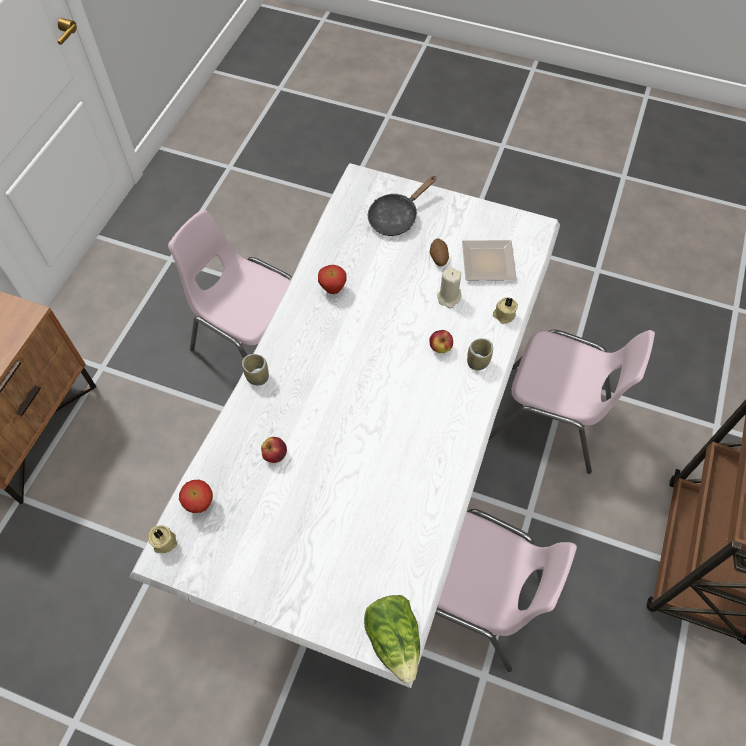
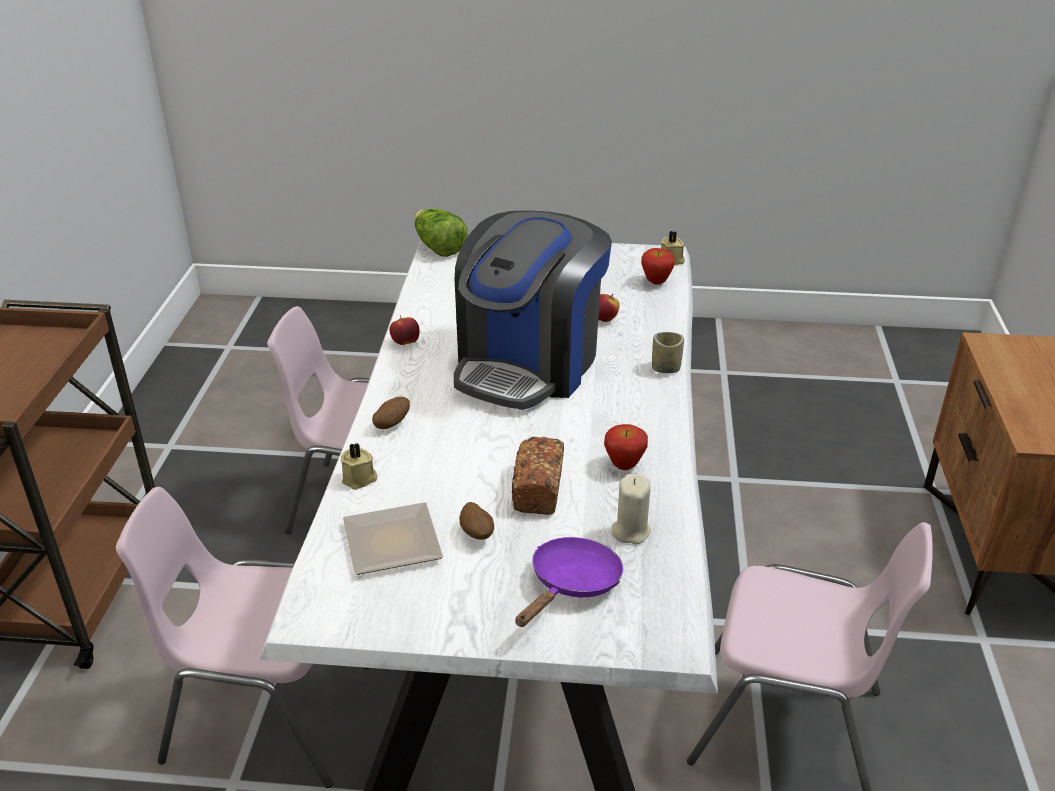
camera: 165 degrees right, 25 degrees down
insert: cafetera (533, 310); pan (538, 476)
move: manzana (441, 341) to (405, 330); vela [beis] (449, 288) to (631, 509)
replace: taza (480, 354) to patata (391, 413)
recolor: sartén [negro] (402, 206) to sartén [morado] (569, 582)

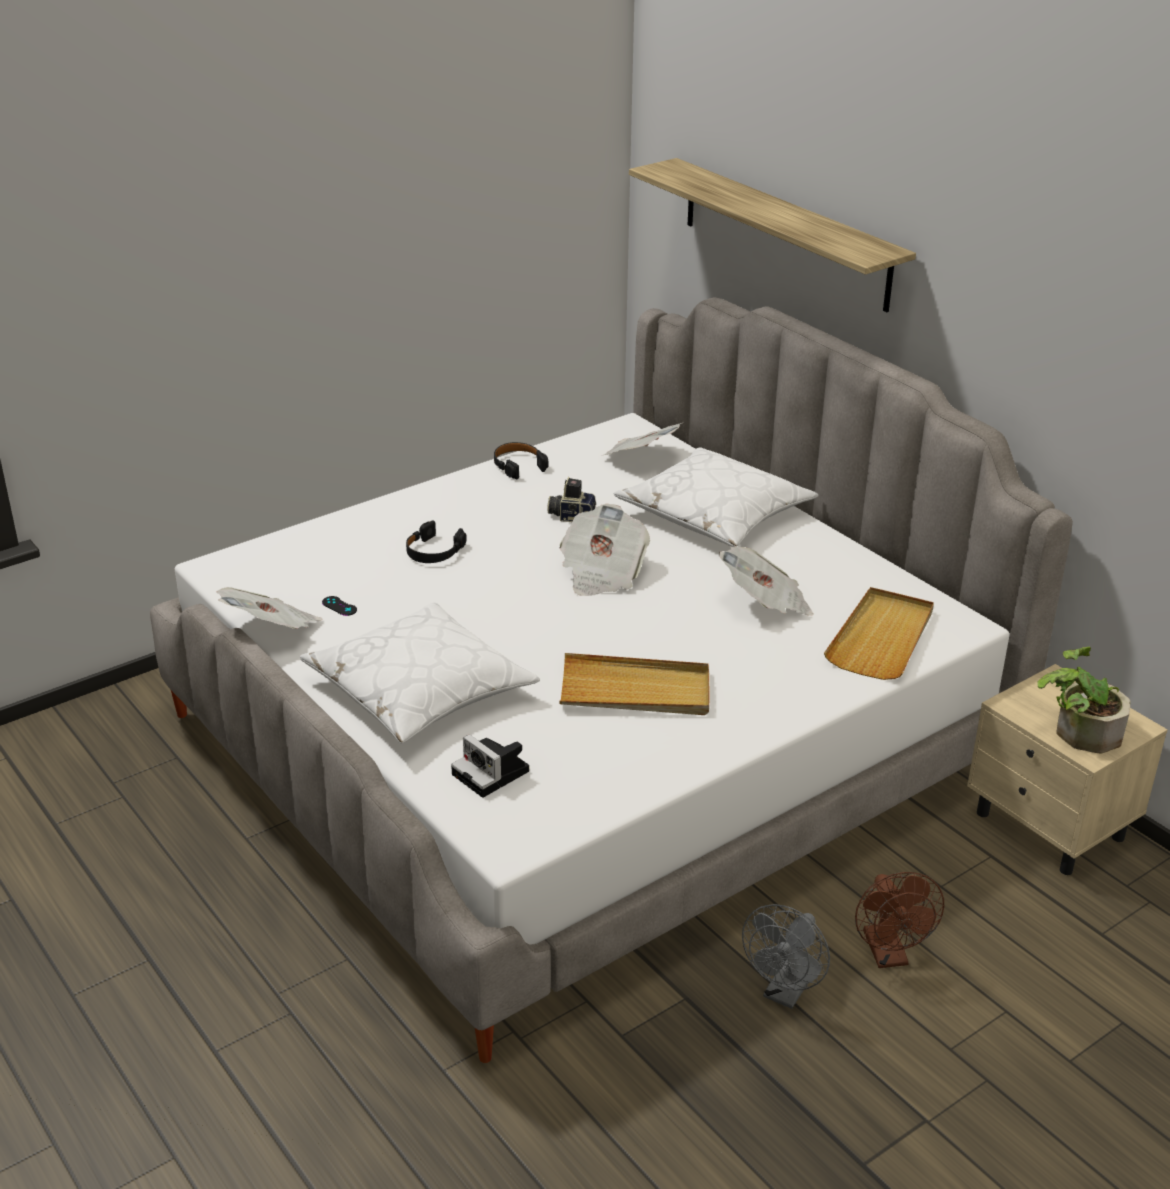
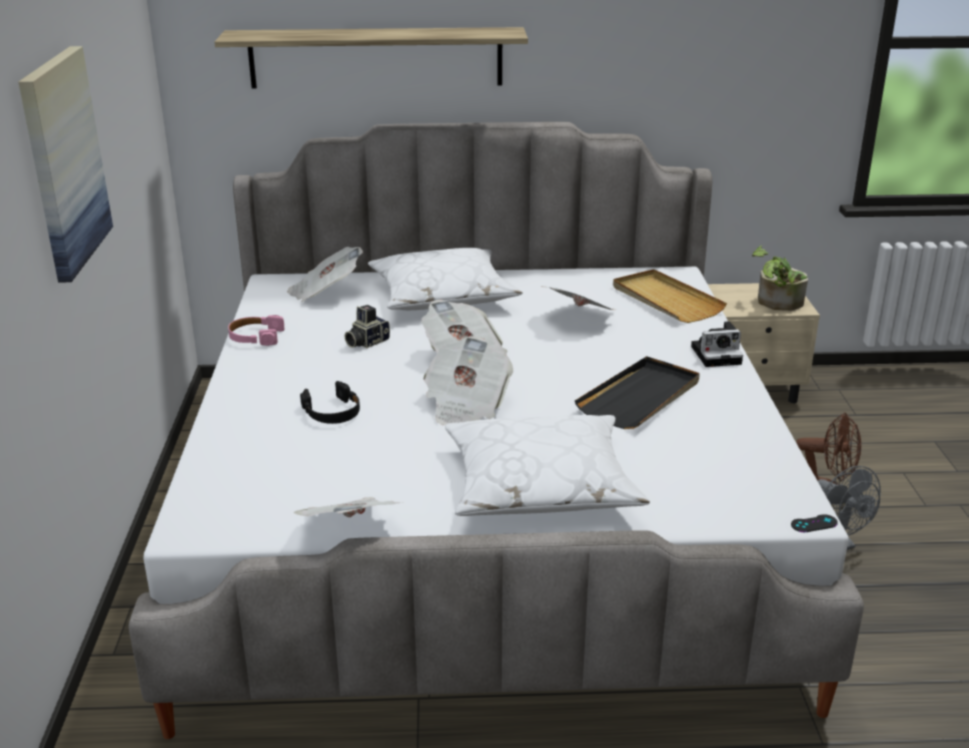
camera: 55 degrees left, 5 degrees down
insert: cuadro (65, 164); periódico (468, 380)
move: mando de consola [negro] (339, 606) to (814, 523); cámara (490, 766) to (717, 344)
recolor: auriculares [negro] (521, 460) to auriculares [rosa] (256, 330); bandeja [beis] (634, 684) to bandeja [negro] (637, 392)

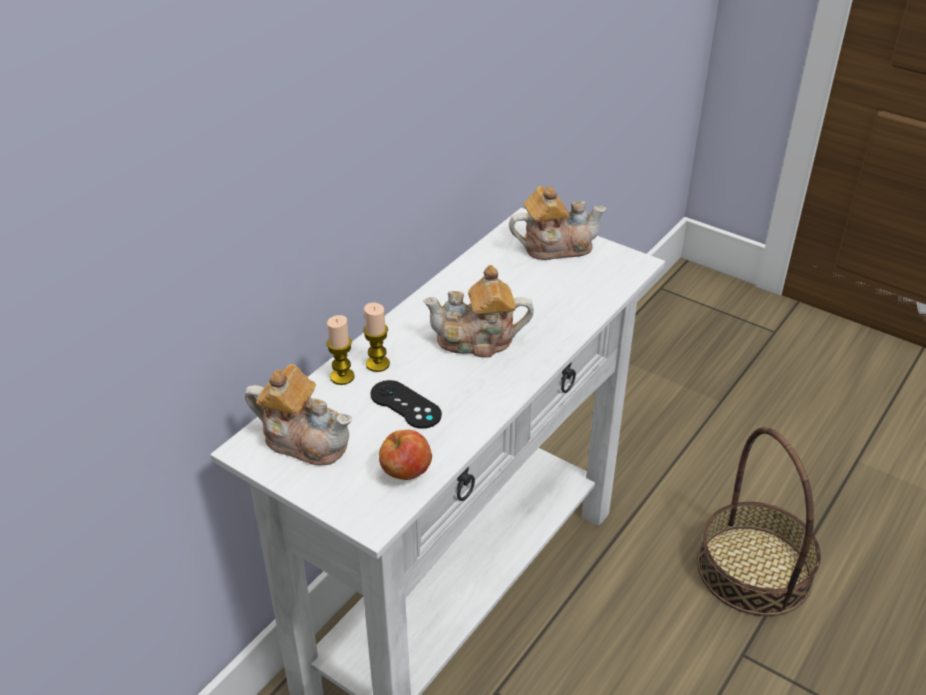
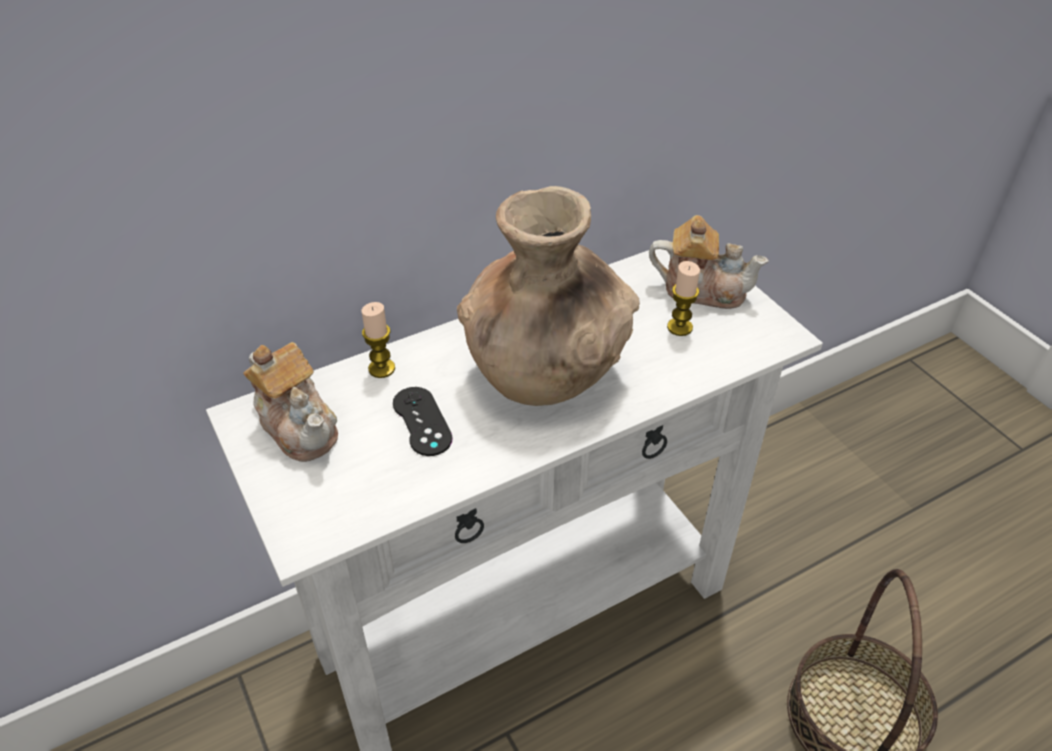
camera: 25 degrees right, 5 degrees up
delete: manzana (405, 454)
move: vela (376, 337) to (683, 298)
replace: tetera (478, 311) to florero [marrón] (548, 296)

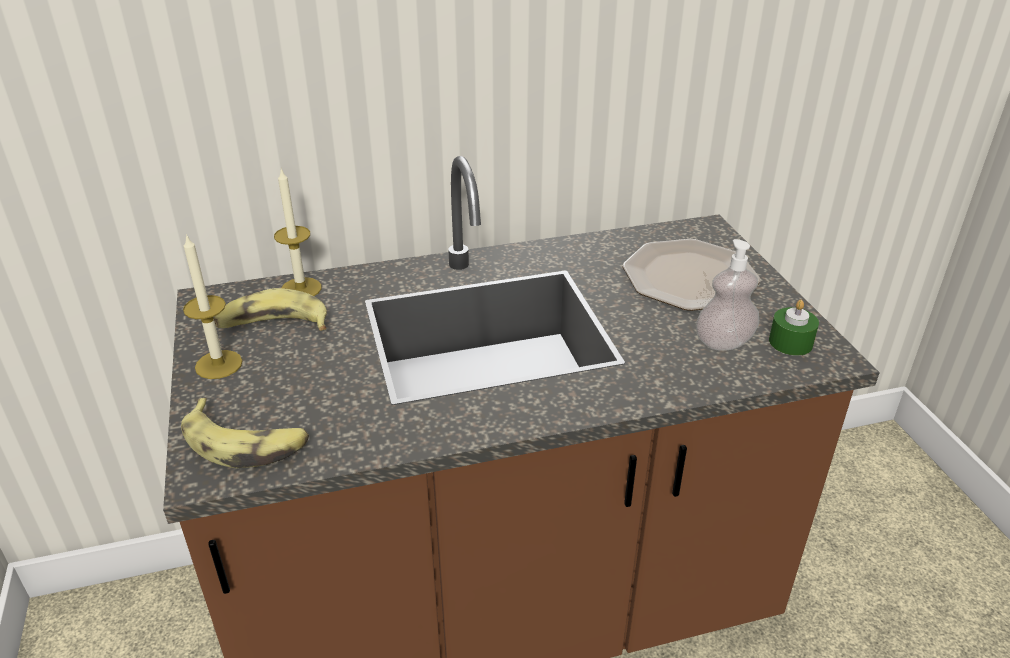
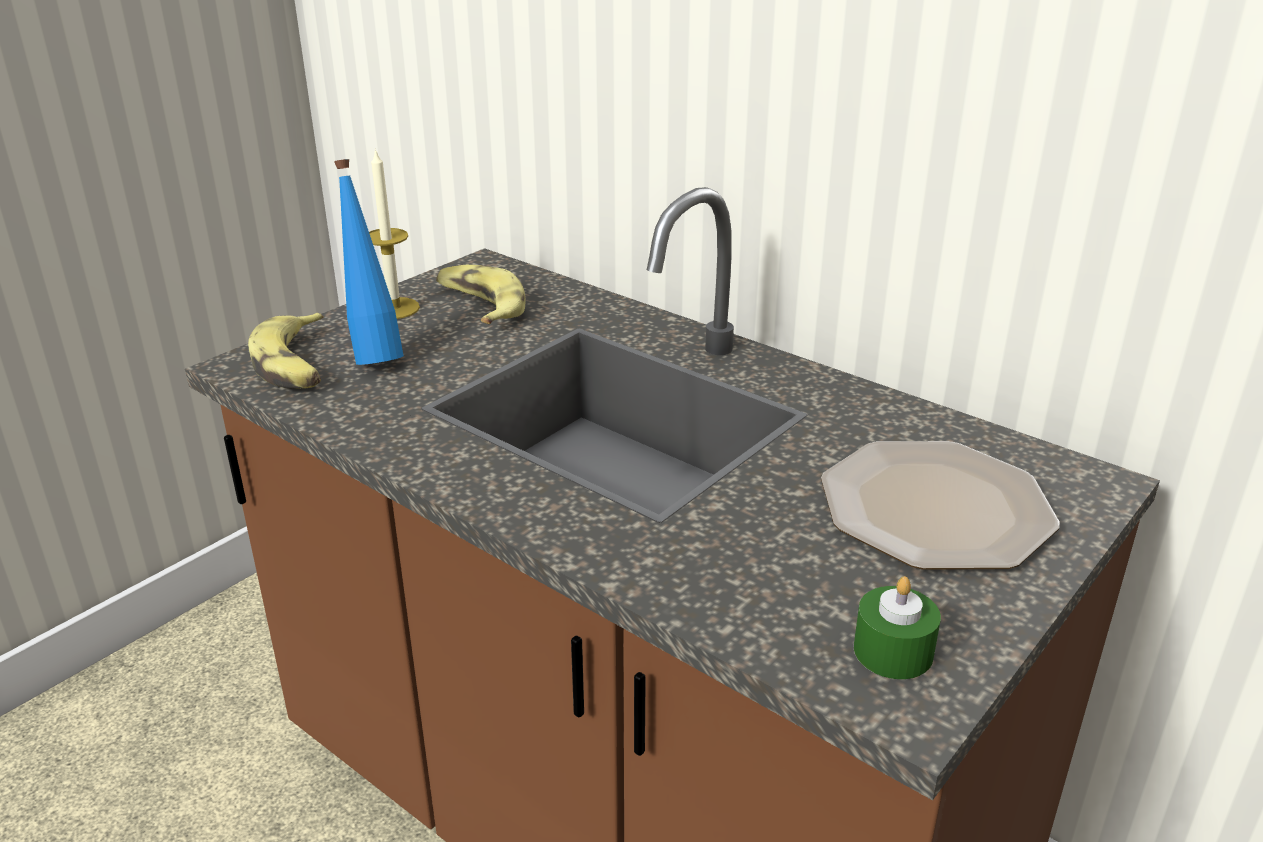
camera: 55 degrees right, 5 degrees down
delete: vela (297, 232); dispensador de jabón (727, 295)
insert: botella [azul] (369, 262)

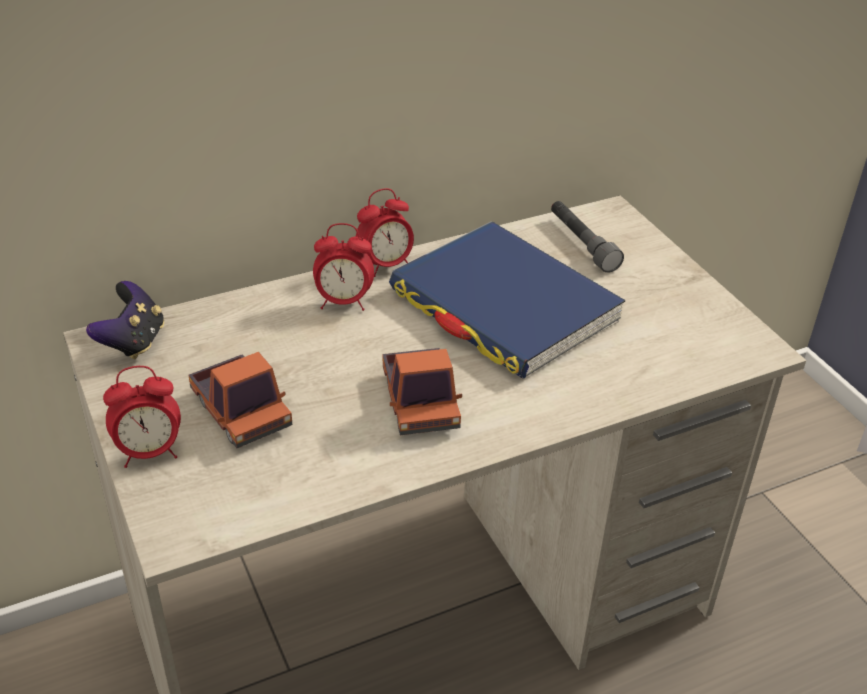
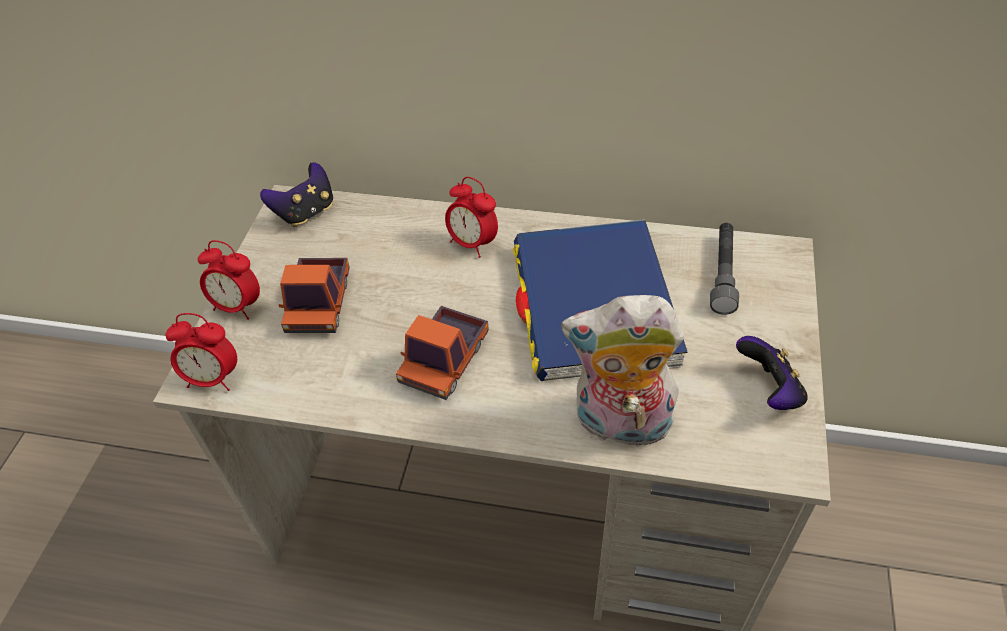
camera: 40 degrees right, 10 degrees up
insert: peluche (622, 374); mando de consola (772, 373)
move: despertador (385, 232) to (201, 352)

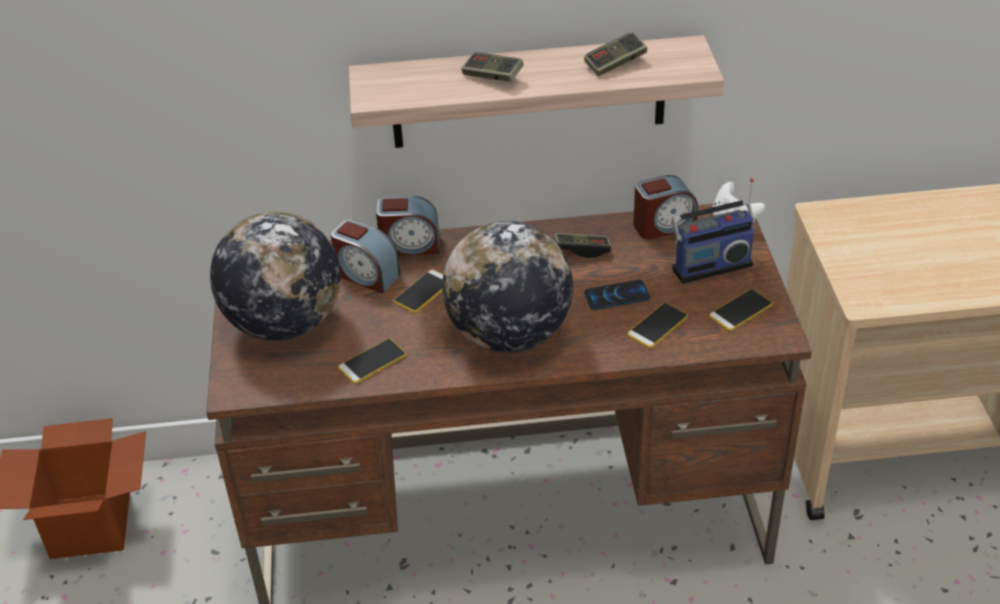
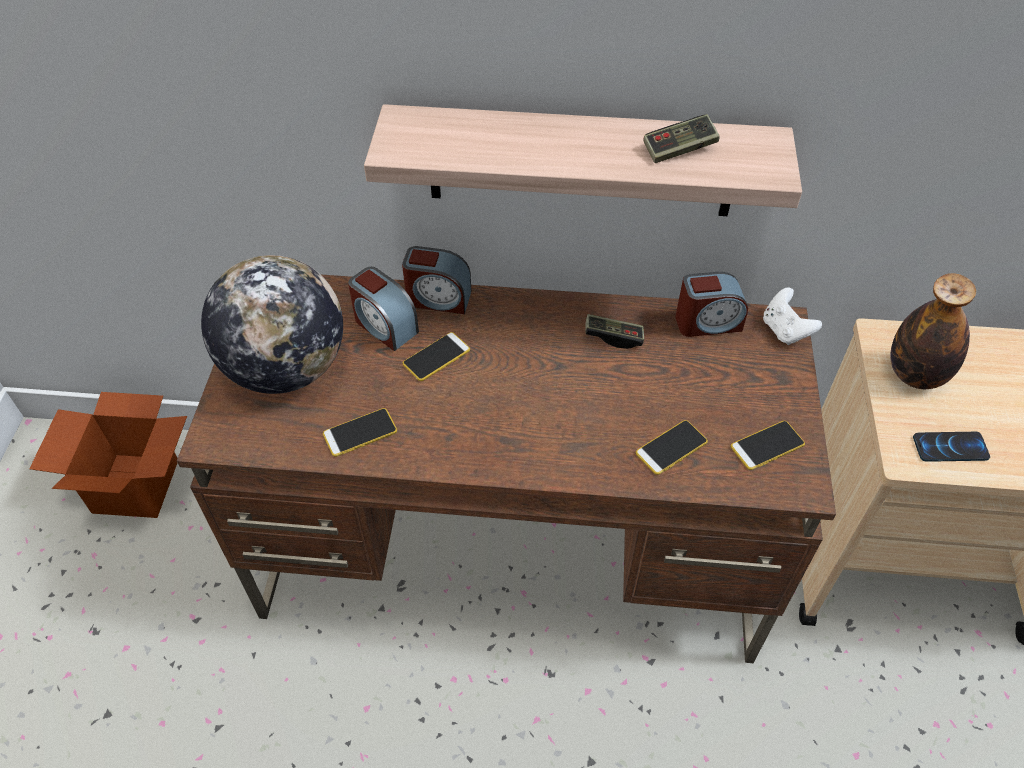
camera: 10 degrees right, 10 degrees up
delete: globo terráqueo (507, 286); mando de consola (492, 67); radio (713, 231)
insert: botella (933, 331)
move: móvil (617, 295) to (951, 447)

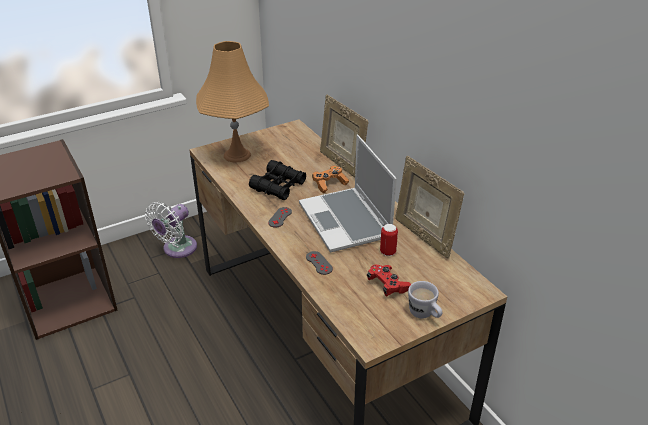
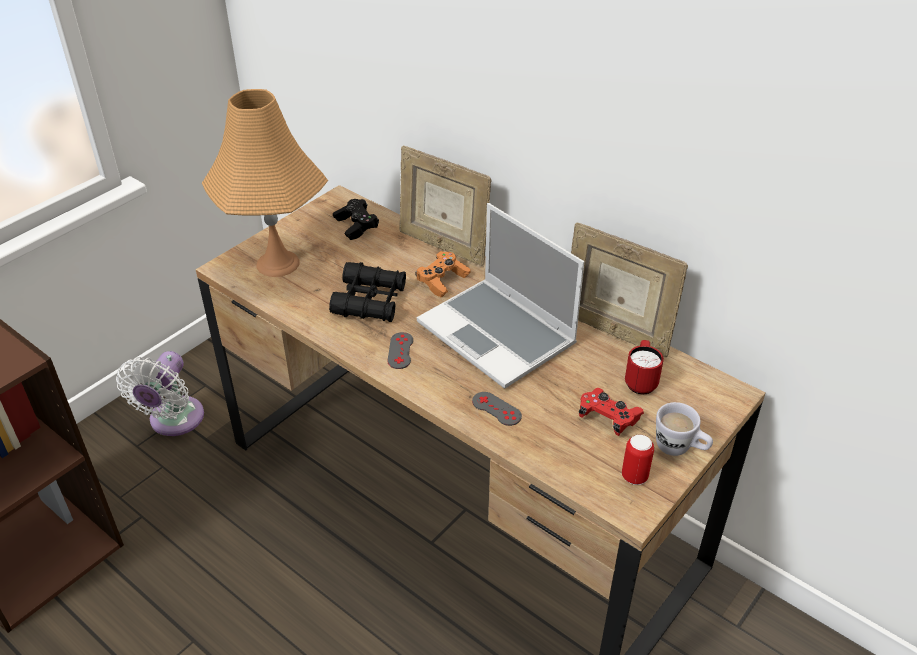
camera: 20 degrees left, 5 degrees up
insert: mando de consola [negro] (356, 219); taza grande [rojo] (644, 367)
move: lata (389, 240) to (638, 459)

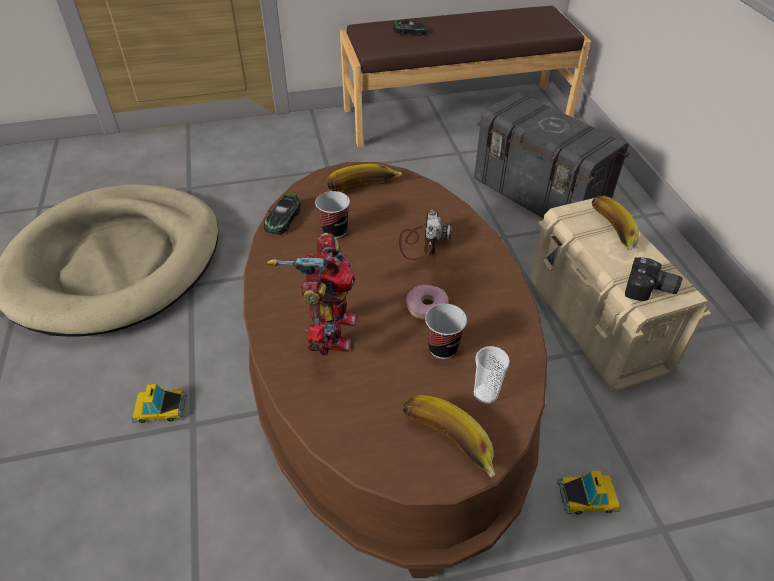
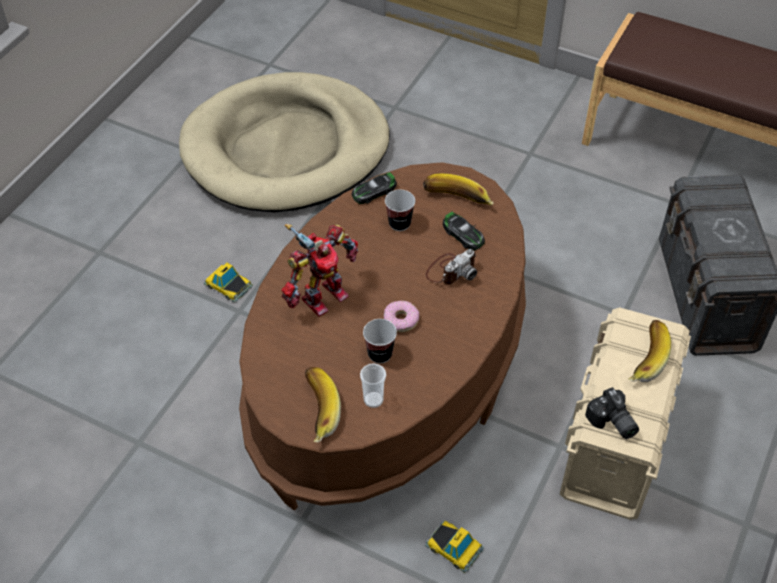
camera: 40 degrees right, 5 degrees up
move: coche de juguete (410, 28) to (464, 231)

